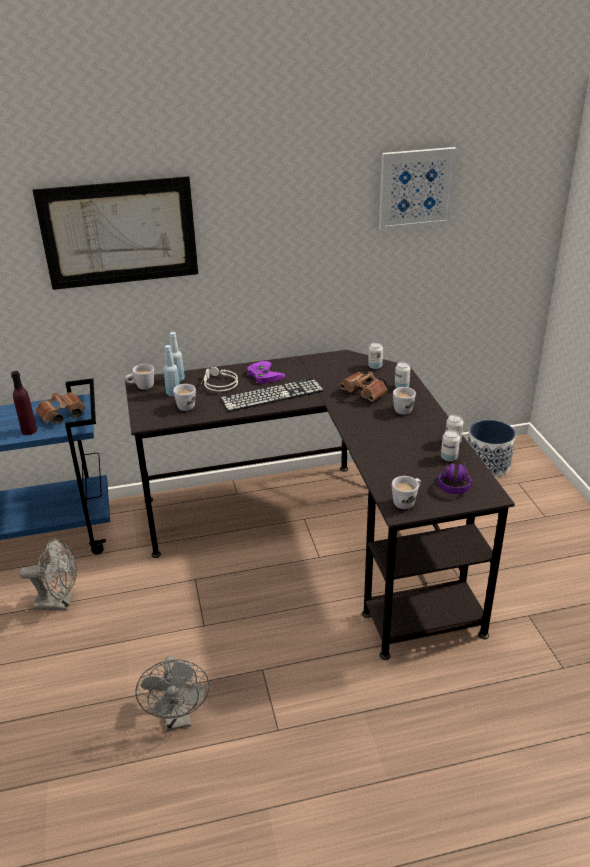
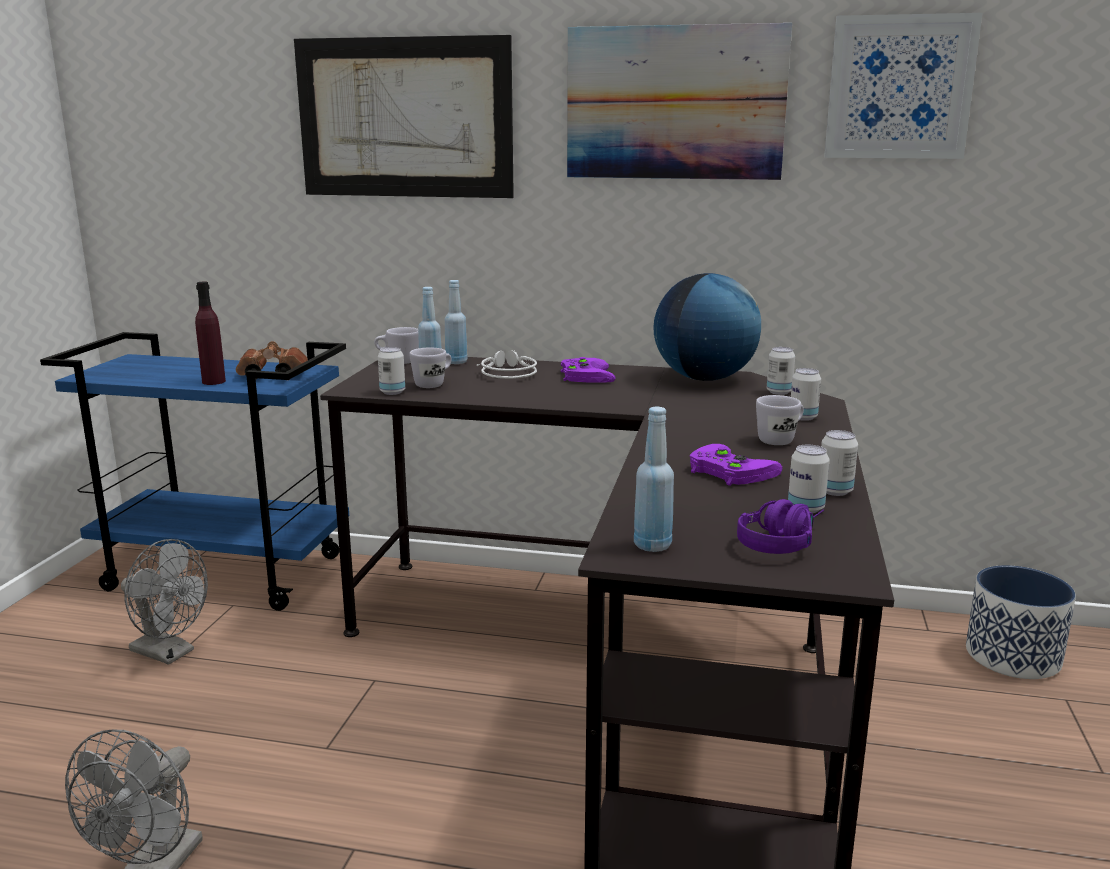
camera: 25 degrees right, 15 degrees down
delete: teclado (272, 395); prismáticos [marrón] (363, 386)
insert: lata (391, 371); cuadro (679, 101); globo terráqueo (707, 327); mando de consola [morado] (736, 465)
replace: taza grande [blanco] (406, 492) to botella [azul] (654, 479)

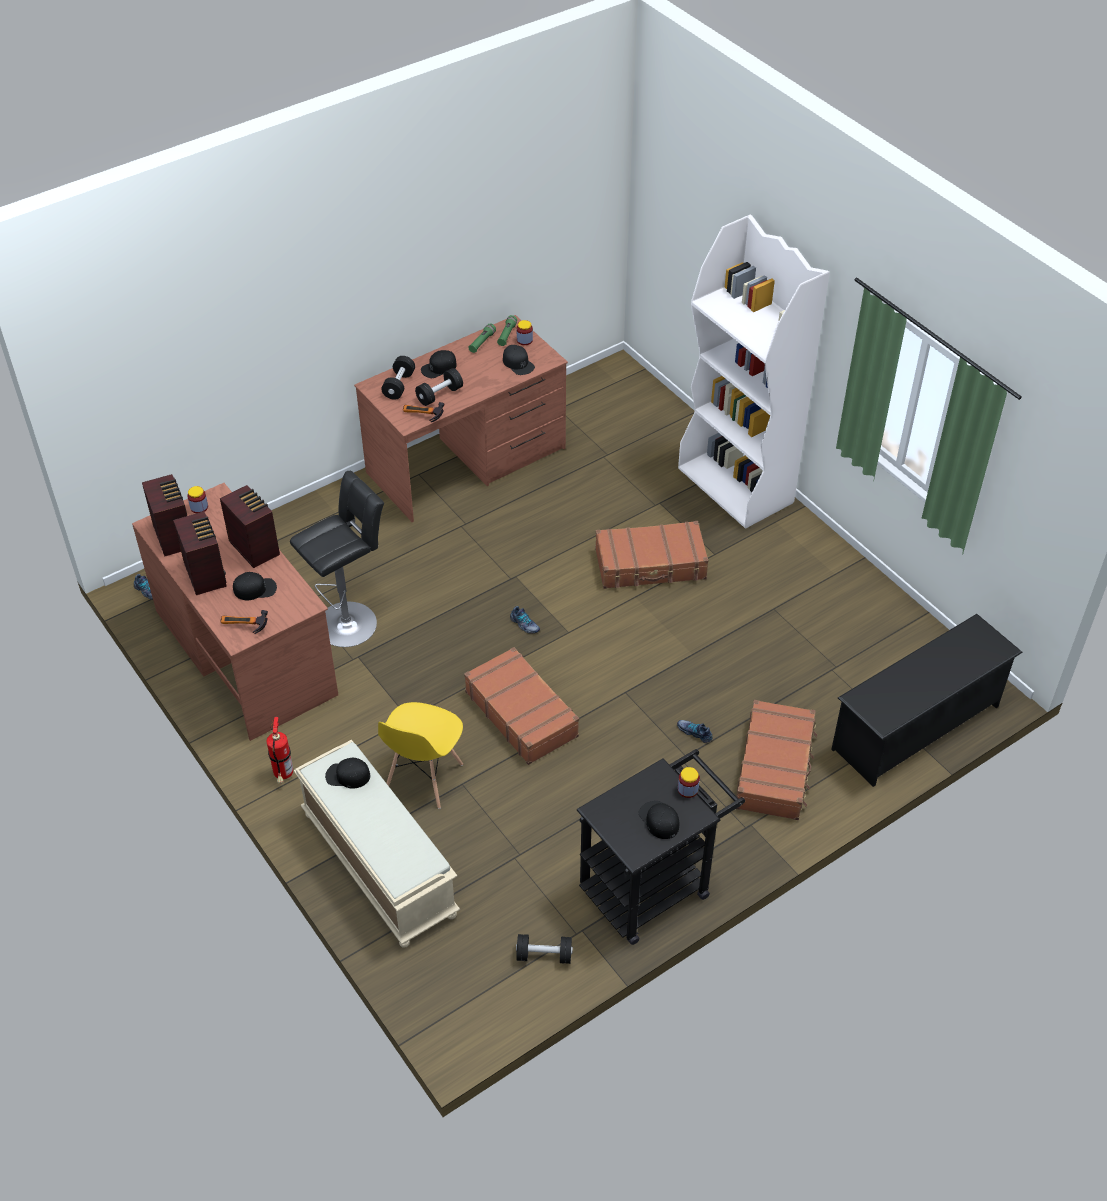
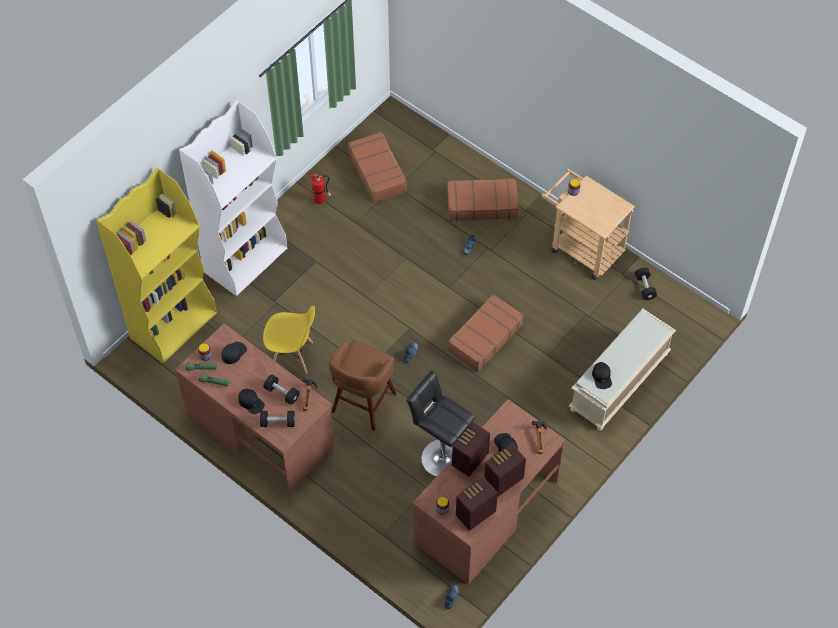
camera: 105 degrees left, 10 degrees up
delete: gorra [negro] (658, 820); zapatero [negro] (927, 700)
insert: estantería [amarillo] (156, 265); taburete [marrón] (362, 385)
move: extintor (279, 750) to (320, 189); silla [amarillo] (420, 755) to (289, 339); maleta [marrón] (652, 555) to (377, 167)
recolor: carrito [negro] (661, 847) to carrito [beis] (588, 224)

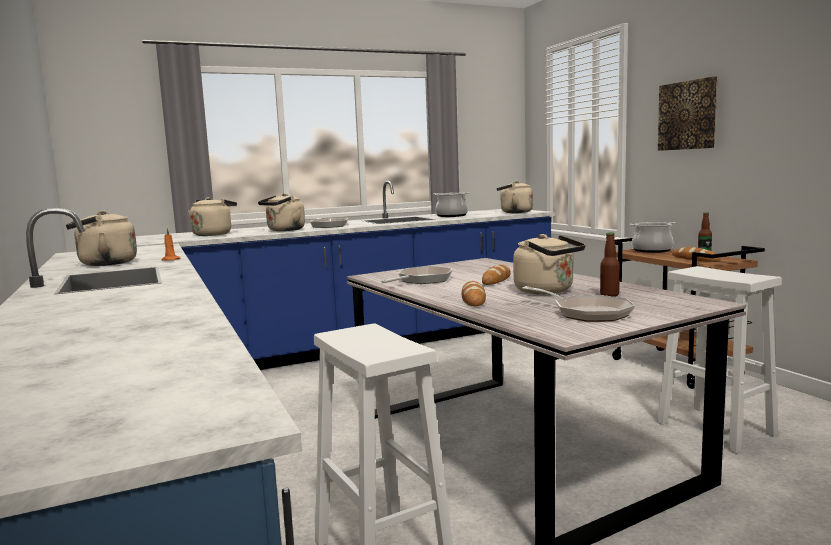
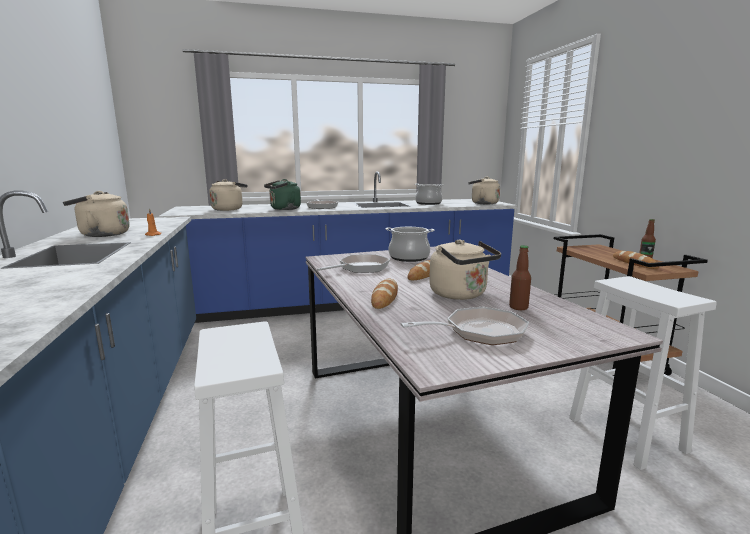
camera: 10 degrees right, 5 degrees up
delete: cuadro (687, 114)
move: olla (653, 237) to (410, 244)
recolor: hervidor [beis] (281, 212) to hervidor [verde] (282, 194)
rotate: sartén (578, 304) = (464, 326) 75 degrees counterclockwise

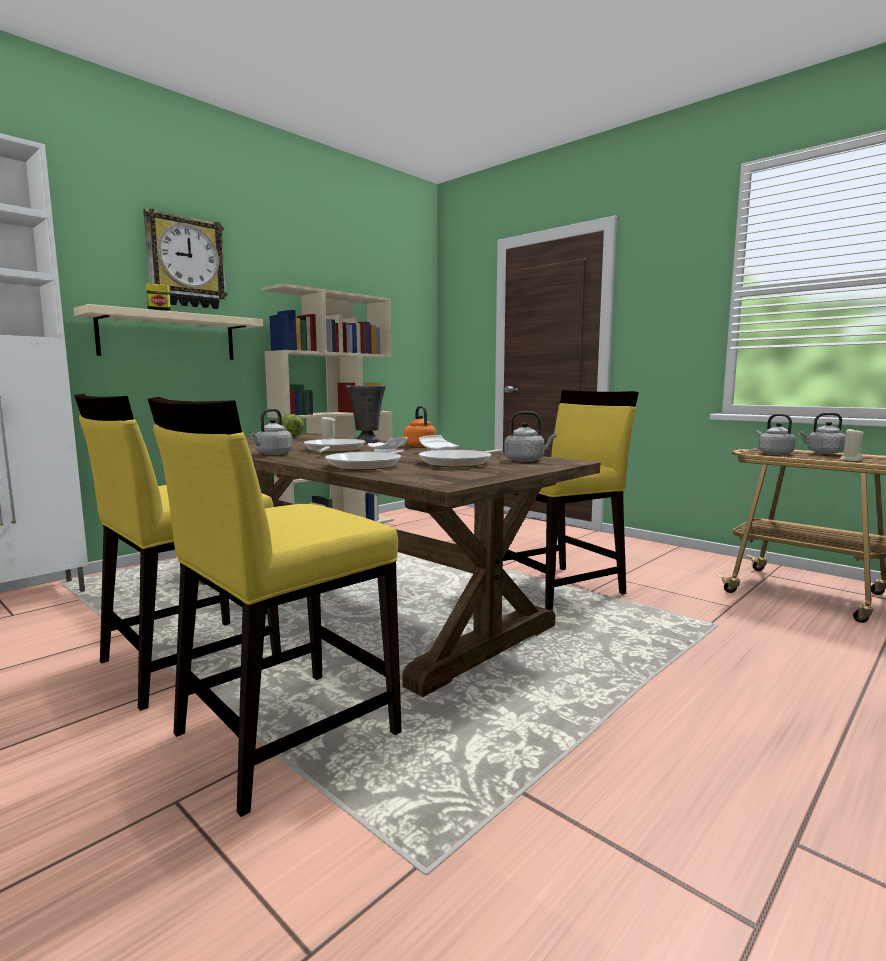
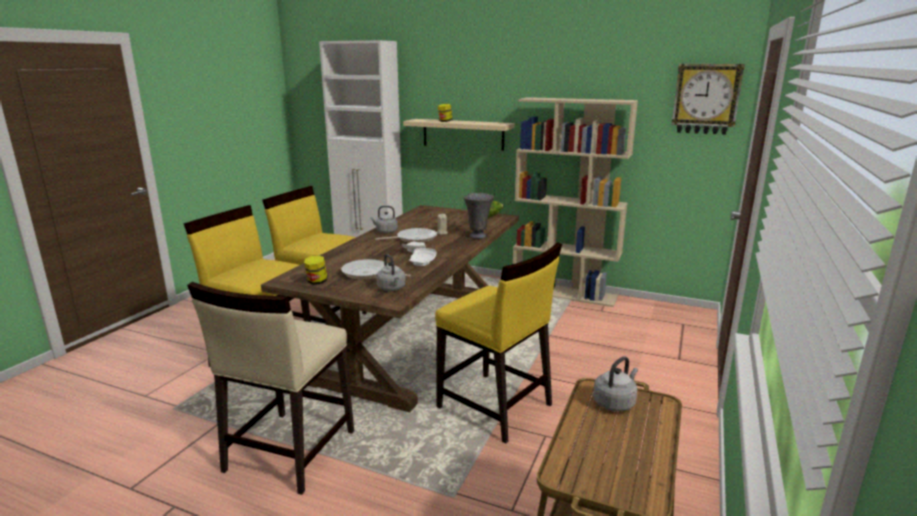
camera: 70 degrees right, 10 degrees up
delete: sartén (364, 460); hervidor [naranja] (420, 426); hervidor [gris] (821, 433); vela [beis] (852, 444)
insert: silla [beis] (270, 388); tarro (316, 270)
move: reloj de pared (185, 258) to (708, 99)

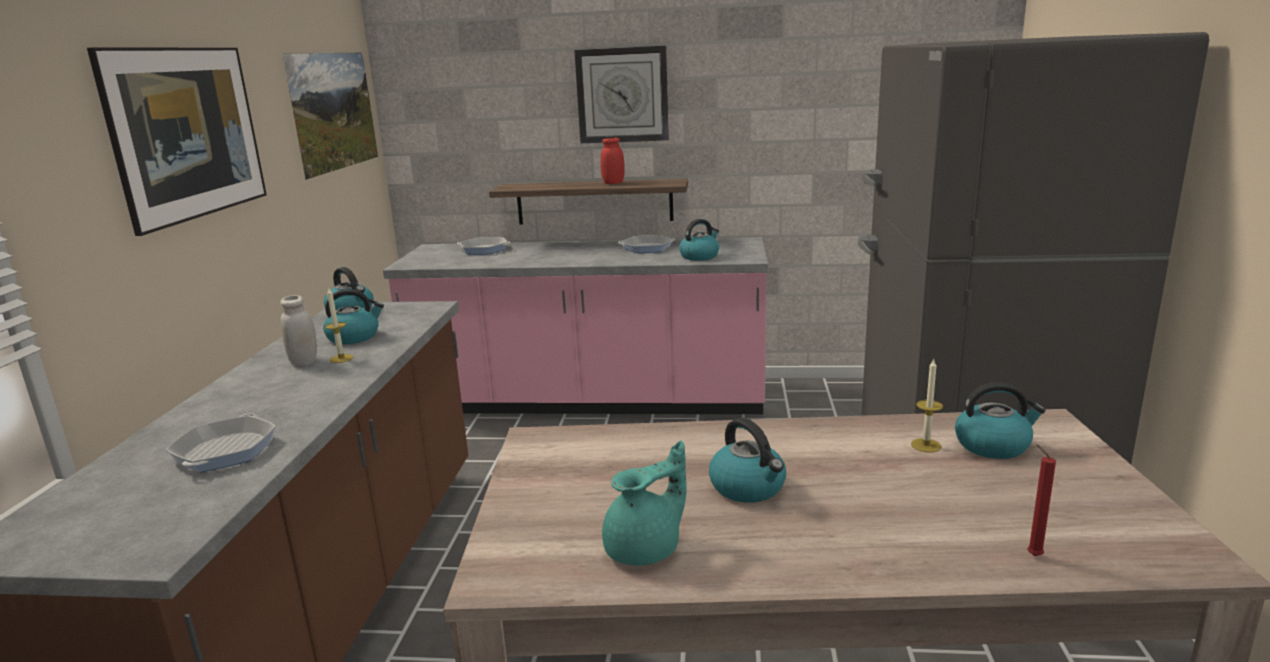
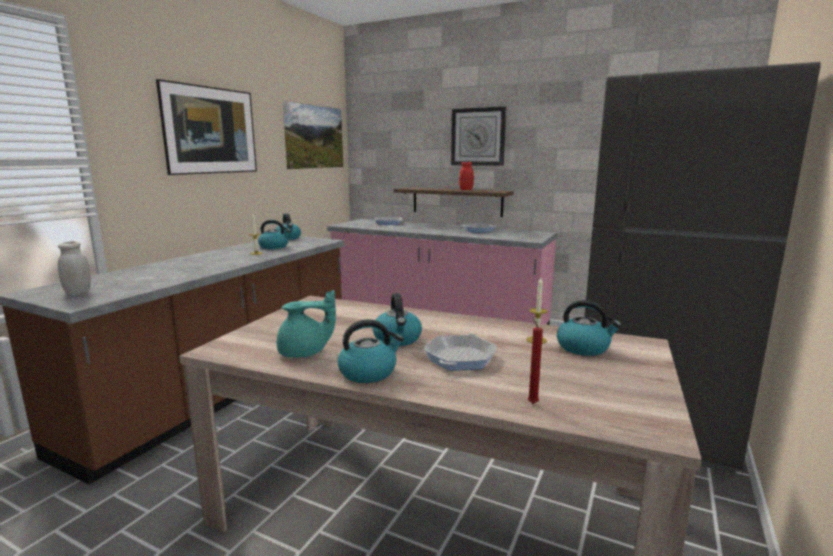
camera: 20 degrees right, 5 degrees down
move: sartén (220, 442) to (460, 352); tarro [blanco] (298, 330) to (74, 268); hervidor (699, 240) to (371, 351)

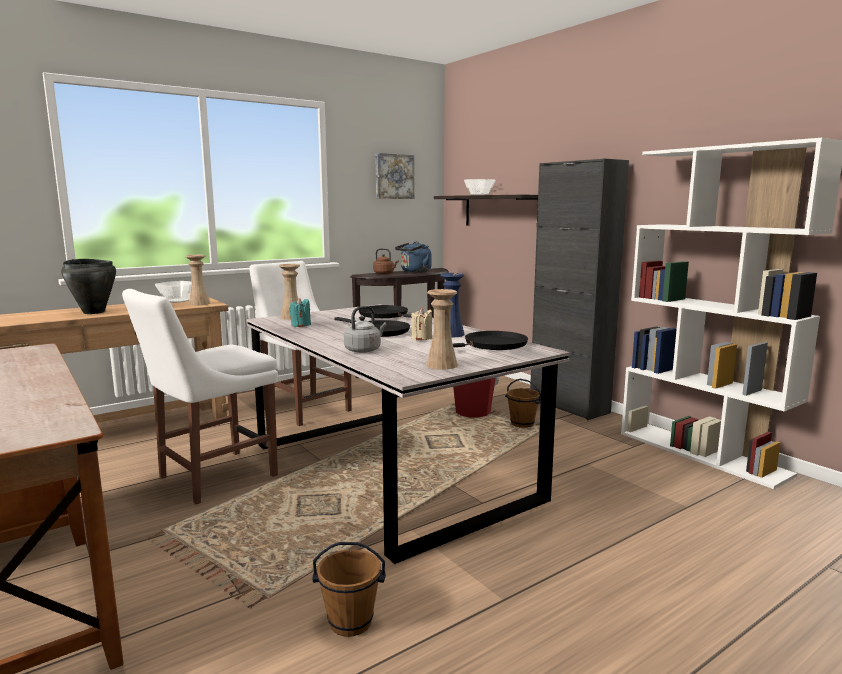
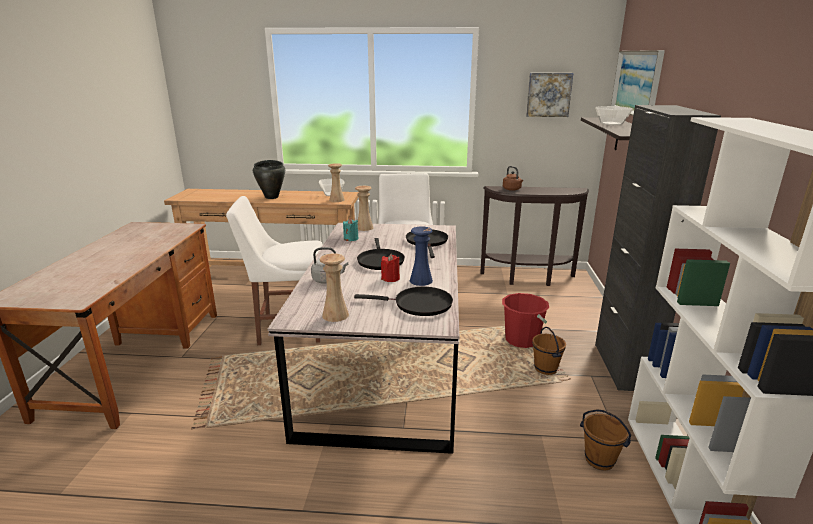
camera: 40 degrees right, 10 degrees up
delete: hervidor [azul] (413, 257)
insert: cuadro (638, 83)
move: cubo [marrón] (349, 589) to (605, 439)
recolor: vela [beis] (421, 324) to vela [rojo] (390, 268)

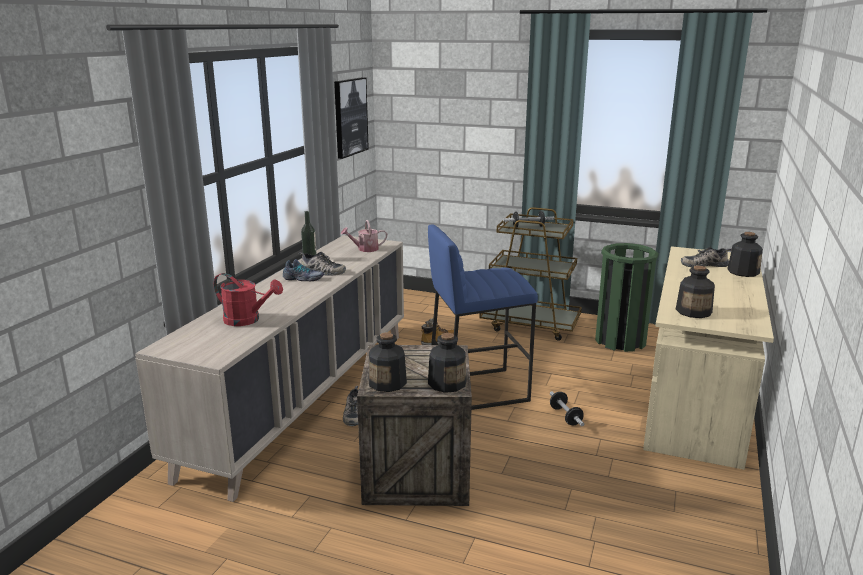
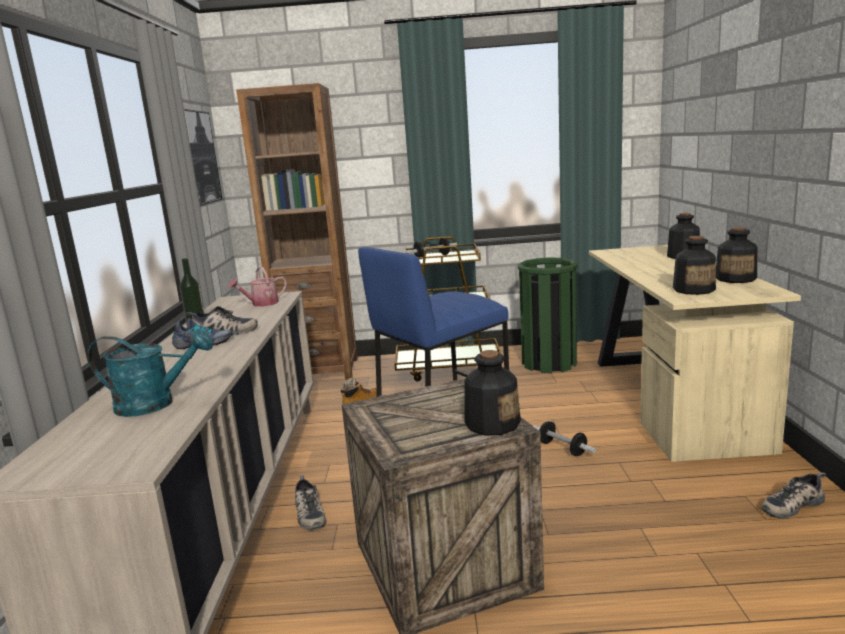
camera: 20 degrees left, 5 degrees down
insert: estantería [marrón] (297, 231)
move: botella (387, 362) to (736, 255); zapato (706, 256) to (794, 495)
recolor: regadera [rojo] (248, 299) to regadera [turquesa] (150, 373)

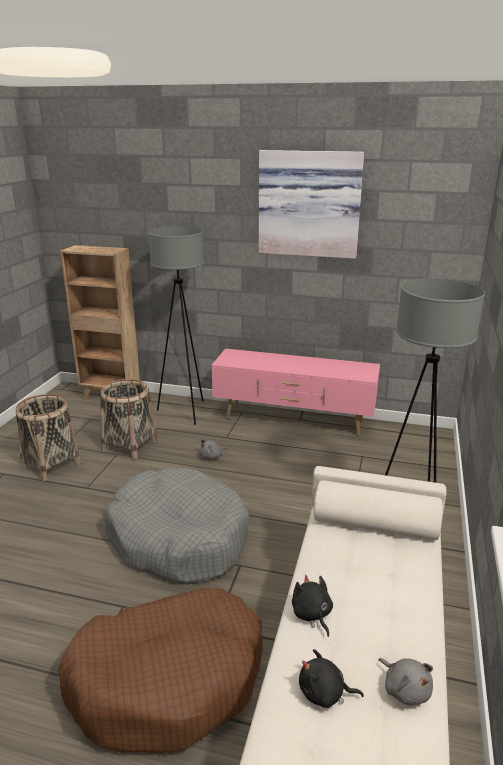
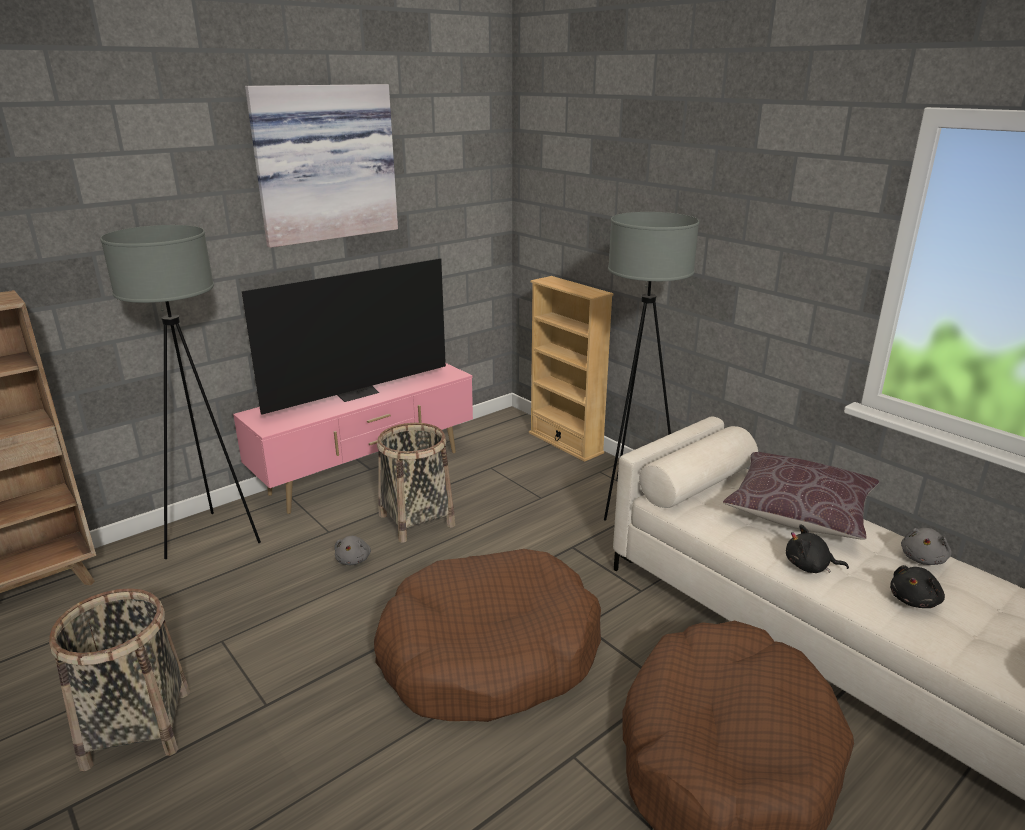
camera: 55 degrees left, 0 degrees up
insert: televisor (344, 336); estantería [beis] (571, 369); cojín [marrón] (801, 496)
move: cesta (129, 419) to (416, 483)
recolor: cama para perro [gris] (176, 526) to cama para perro [marrón] (487, 635)
rotate: peluche [gris] (405, 682) = (926, 546) 120 degrees clockwise

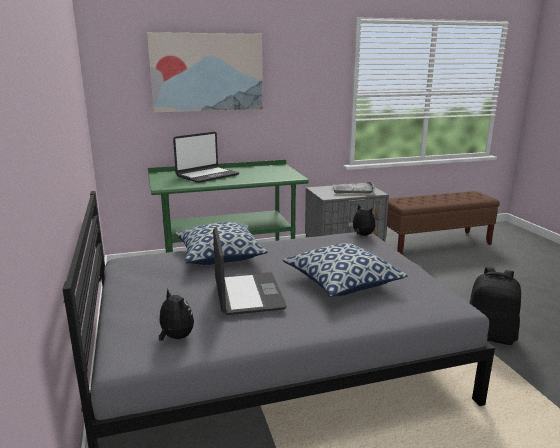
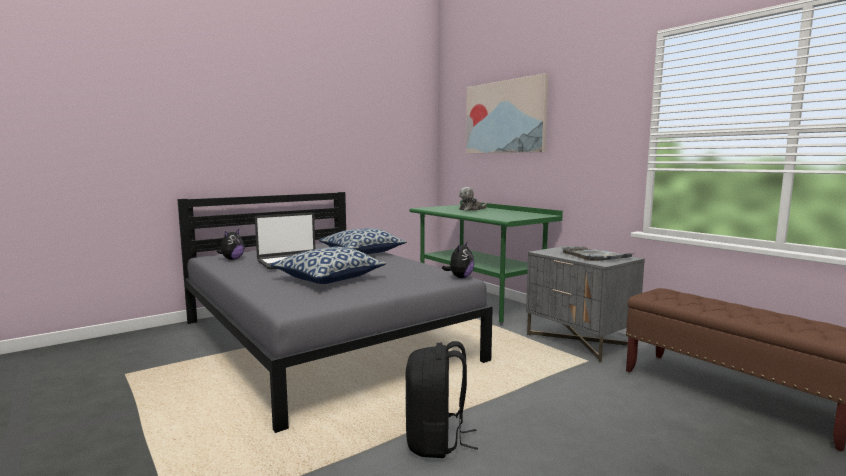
camera: 70 degrees right, 10 degrees down
replace: portátil (206, 157) to peluche (473, 199)

